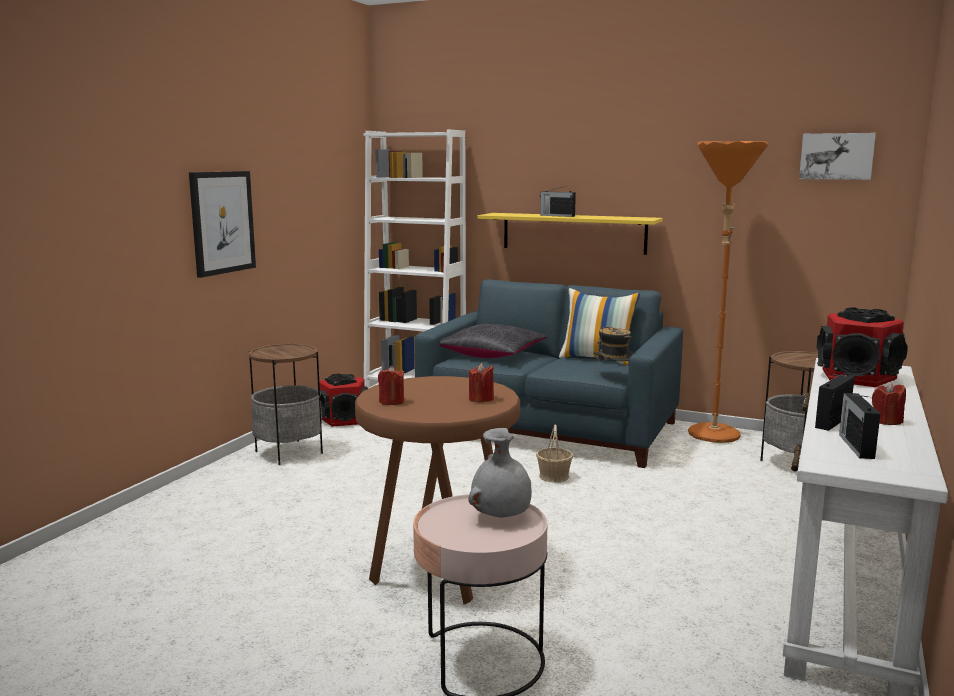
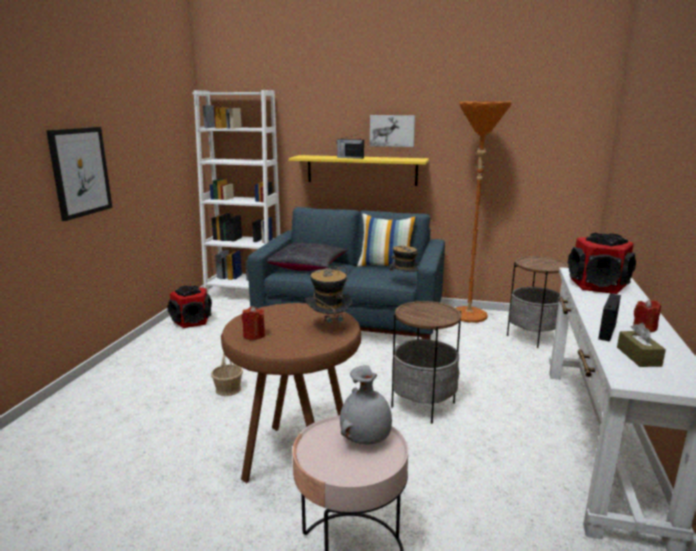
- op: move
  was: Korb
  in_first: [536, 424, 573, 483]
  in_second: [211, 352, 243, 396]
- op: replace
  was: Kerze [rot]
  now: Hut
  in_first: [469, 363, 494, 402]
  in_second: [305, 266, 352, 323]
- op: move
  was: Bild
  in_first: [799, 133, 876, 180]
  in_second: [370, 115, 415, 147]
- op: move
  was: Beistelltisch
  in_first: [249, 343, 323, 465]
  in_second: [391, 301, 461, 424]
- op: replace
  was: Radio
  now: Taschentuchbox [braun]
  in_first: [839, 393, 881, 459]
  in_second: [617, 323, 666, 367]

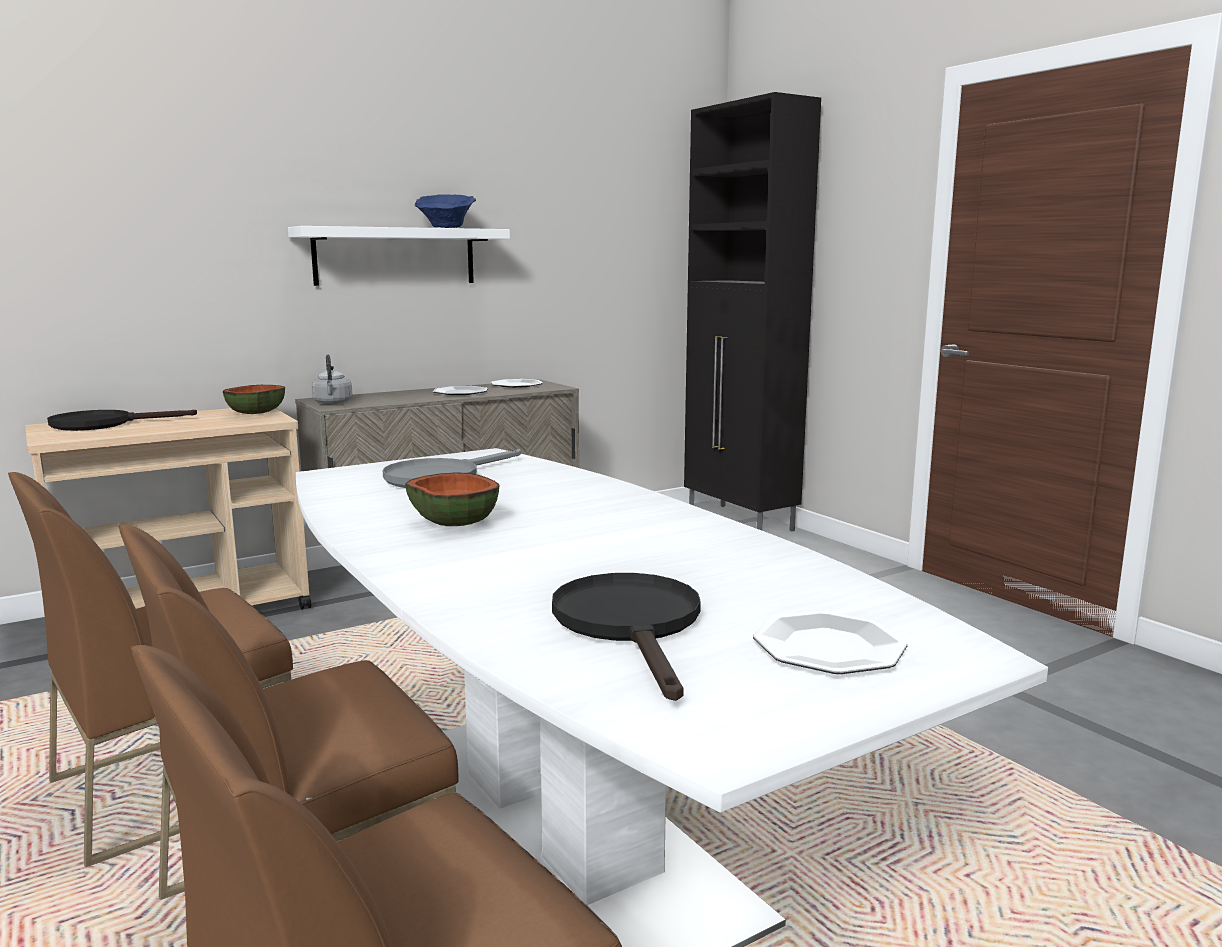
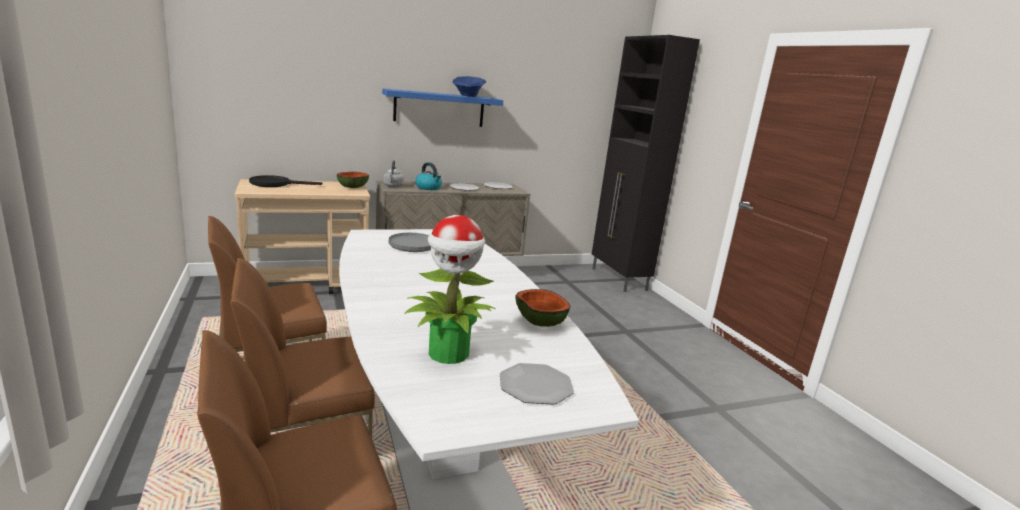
- op: recolor
  was: Wandregal [weiß]
  now: Wandregal [blau]
  in_first: [288, 226, 510, 286]
  in_second: [382, 89, 503, 127]
- op: replace
  was: Pfanne [schwarz]
  now: Topfpflanze
  in_first: [552, 573, 701, 701]
  in_second: [404, 215, 495, 364]
- op: insert
  now: Wasserkessel
  in_second: [415, 162, 442, 190]
- op: move
  was: Schüssel
  in_first: [405, 472, 500, 526]
  in_second: [516, 289, 571, 327]

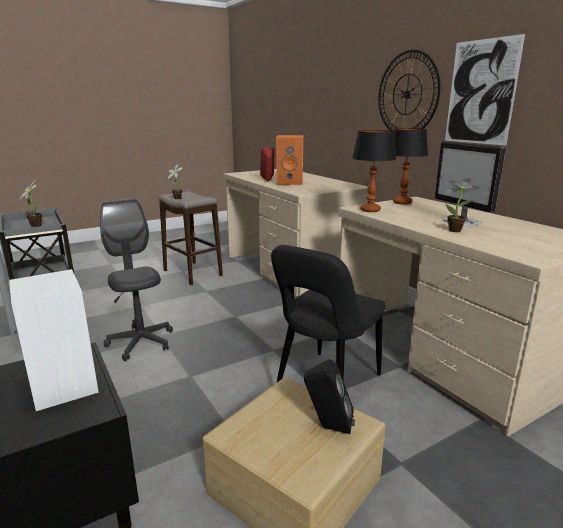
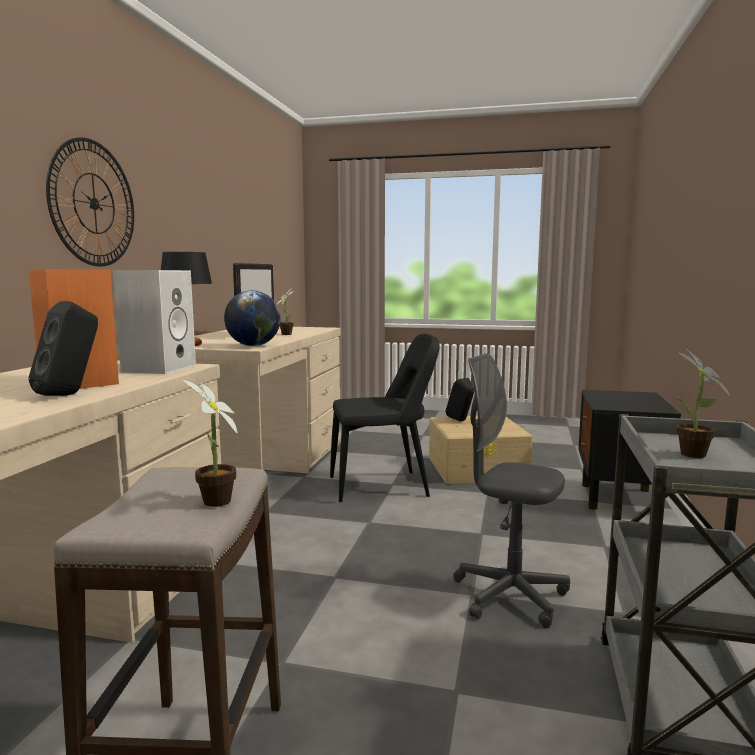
- op: recolor
  was: Lautsprecher [rot]
  now: Lautsprecher [schwarz]
  in_first: [260, 147, 274, 181]
  in_second: [29, 301, 98, 396]
- op: move
  was: Lautsprecher [weiß]
  in_first: [9, 269, 99, 411]
  in_second: [113, 270, 196, 374]
- op: replace
  was: Tischlampe
  now: Globus
  in_first: [352, 130, 396, 212]
  in_second: [224, 290, 281, 346]
- op: rotate
  was: Bürostuhl [grau]
  in_first: [100, 199, 173, 361]
  in_second: [454, 353, 570, 628]
  clockwise: 105
- op: delete
  was: Bild
  in_first: [445, 34, 525, 146]

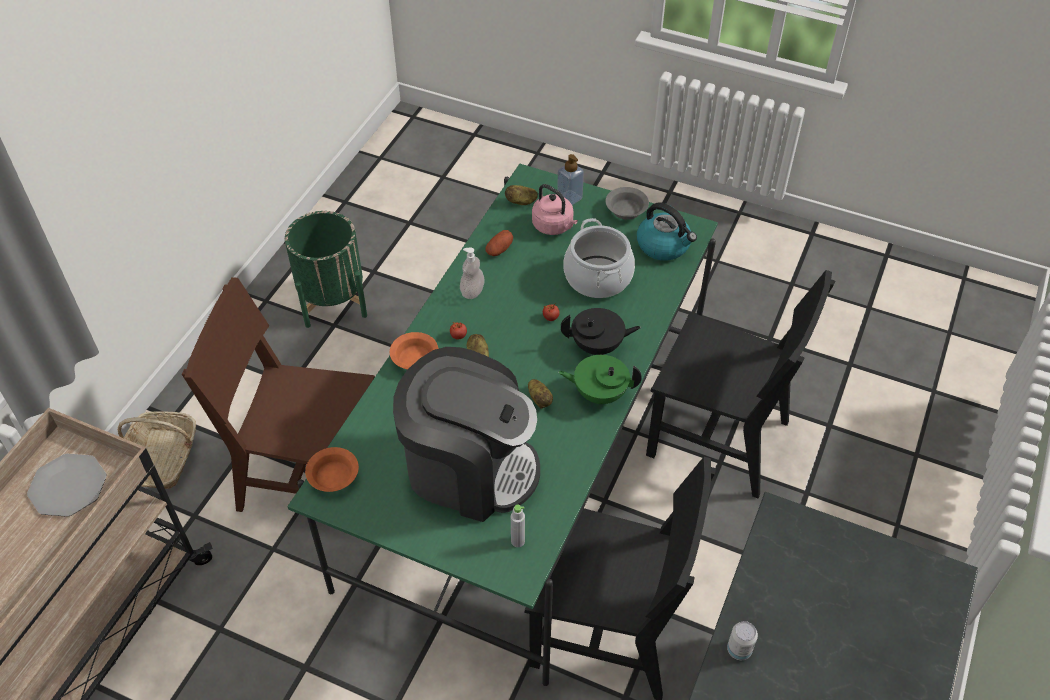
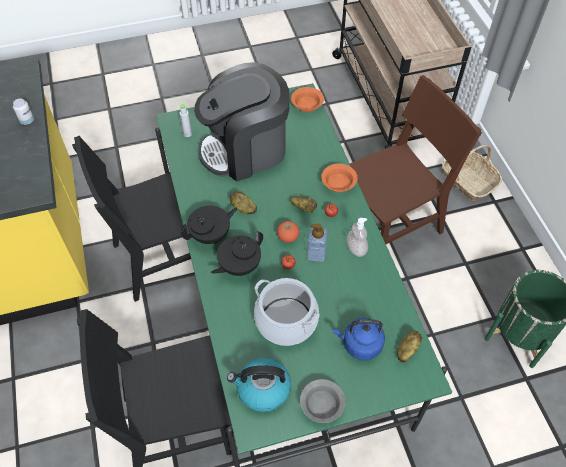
- op: recolor
  was: Teekanne [grün]
  now: Teekanne [schwarz]
  in_first: [558, 355, 642, 404]
  in_second: [181, 206, 238, 244]
- op: insert
  now: Tomate
  in_second: [277, 221, 299, 243]
- op: move
  was: Seifenspender
  in_first: [557, 154, 584, 205]
  in_second: [307, 224, 328, 262]
- op: recolor
  was: Wasserkessel [rosa]
  now: Wasserkessel [blau]
  in_first: [532, 184, 578, 235]
  in_second: [333, 318, 385, 360]
- op: delete
  was: Teller
  in_first: [27, 454, 107, 517]
- op: delete
  was: Kartoffel
  in_first: [486, 230, 513, 256]

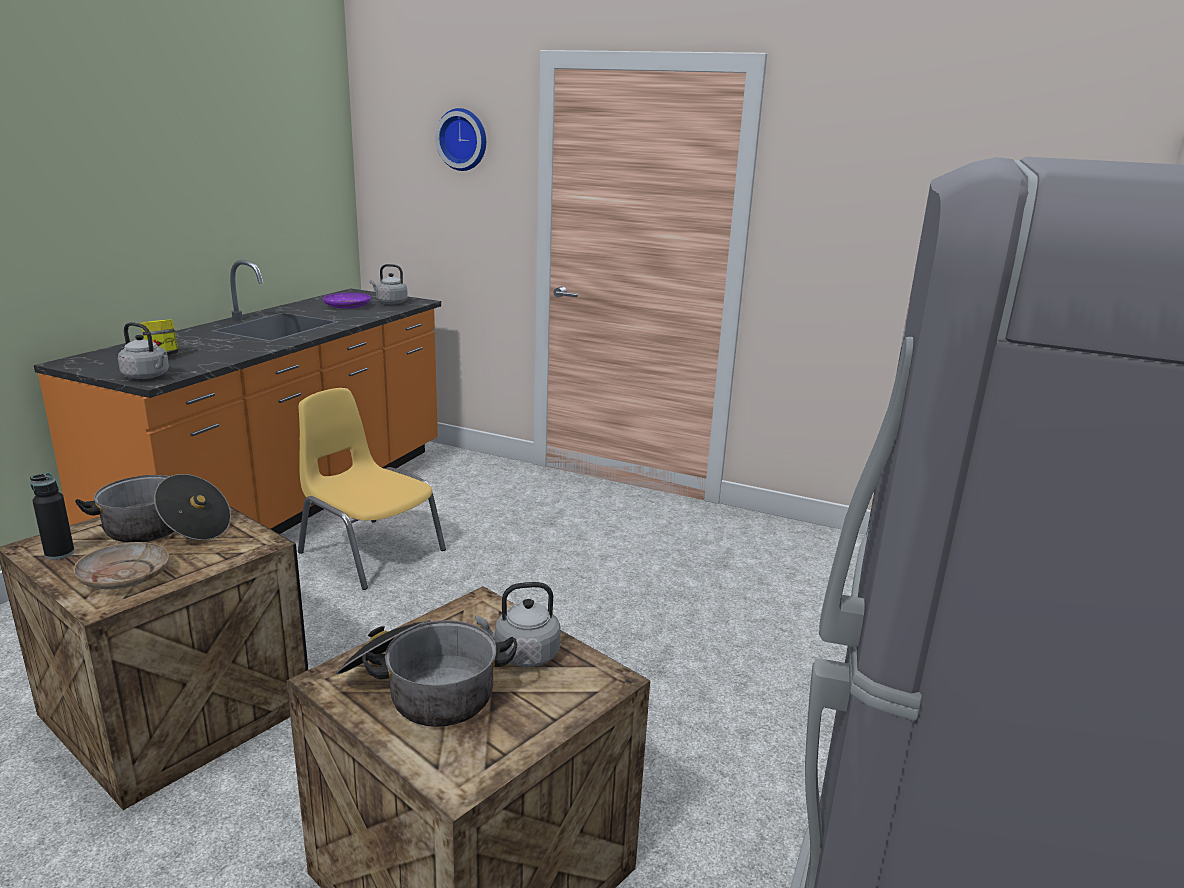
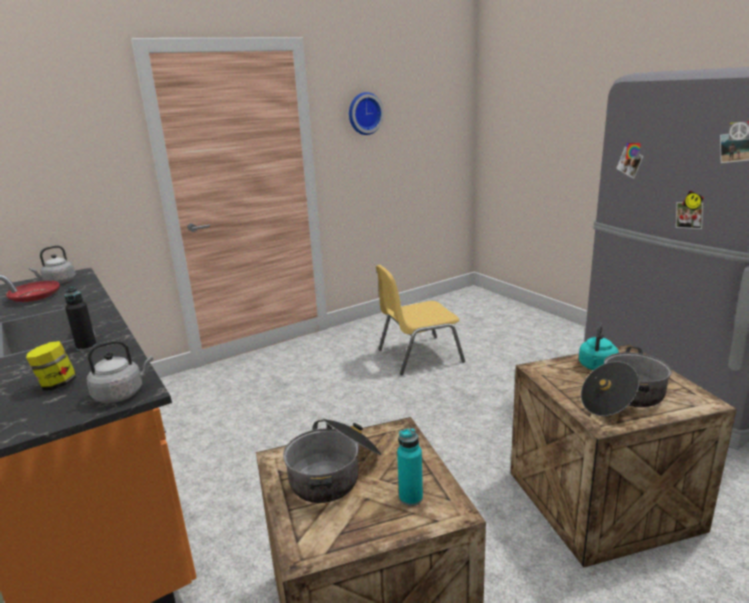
- op: recolor
  was: Teller [lila]
  now: Teller [rot]
  in_first: [323, 293, 371, 309]
  in_second: [6, 281, 60, 302]
- op: move
  was: Flasche [schwarz]
  in_first: [30, 473, 75, 560]
  in_second: [65, 287, 97, 351]
- op: move
  was: Wanduhr
  in_first: [435, 108, 486, 171]
  in_second: [349, 92, 384, 135]
- op: move
  was: Stuhl [gelb]
  in_first: [298, 388, 446, 590]
  in_second: [376, 265, 465, 375]
- op: replace
  was: Teller [beige]
  now: Flasche [türkis]
  in_first: [73, 542, 170, 589]
  in_second: [397, 428, 423, 506]
- op: recolor
  was: Wasserkessel [grau]
  now: Wasserkessel [türkis]
  in_first: [475, 582, 561, 667]
  in_second: [579, 323, 619, 370]

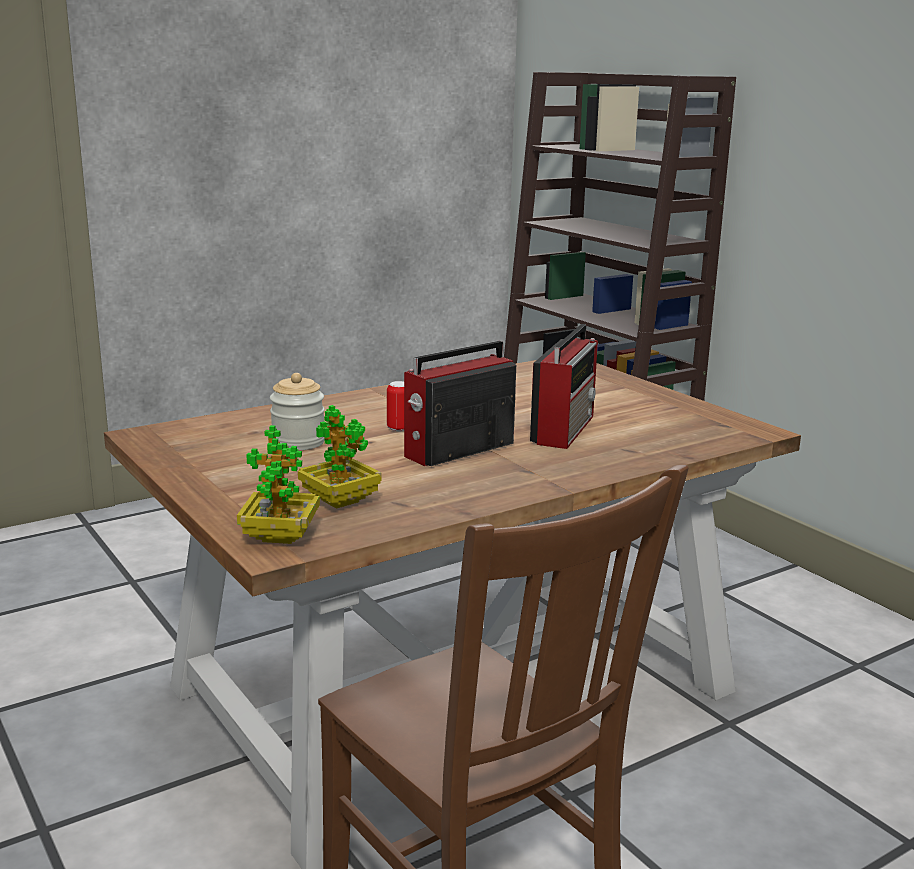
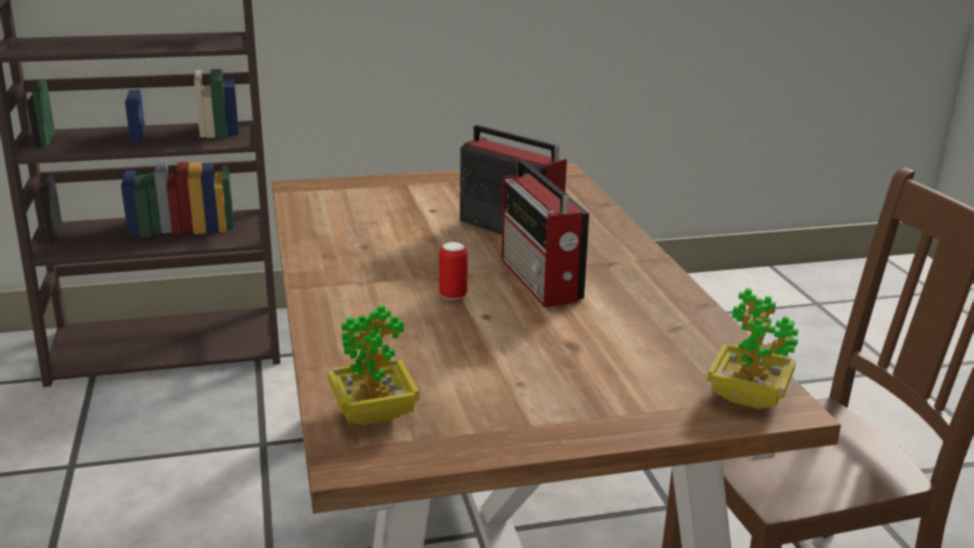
- op: move
  was: Topfpflanze
  in_first: [298, 405, 382, 509]
  in_second: [328, 305, 419, 425]
- op: delete
  was: Vorratsglas
  in_first: [270, 373, 325, 450]

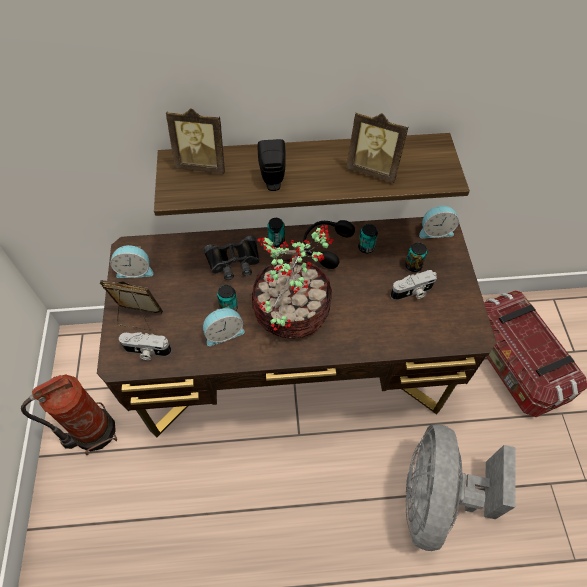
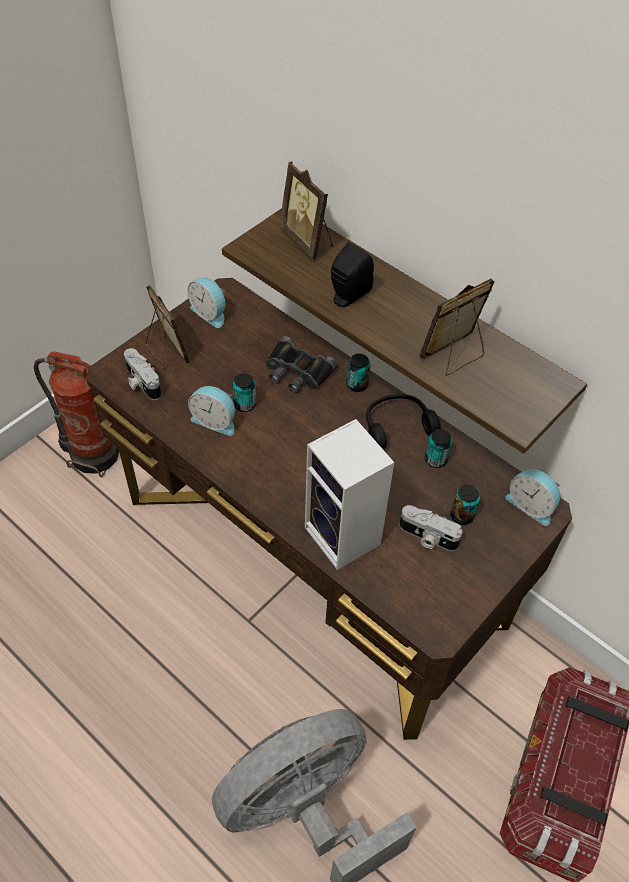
- op: insert
  now: Lautsprecher
  in_second: [305, 419, 394, 570]
- op: rotate
  was: Bilderrahmen
  in_first: [346, 111, 409, 183]
  in_second: [419, 278, 495, 376]
  clockwise: 75
- op: delete
  was: Topfpflanze
  in_first: [252, 225, 333, 339]

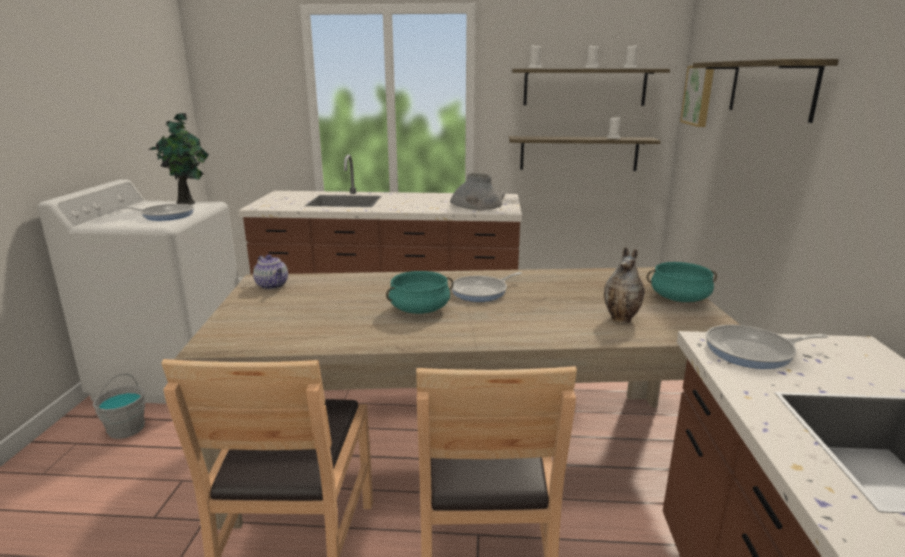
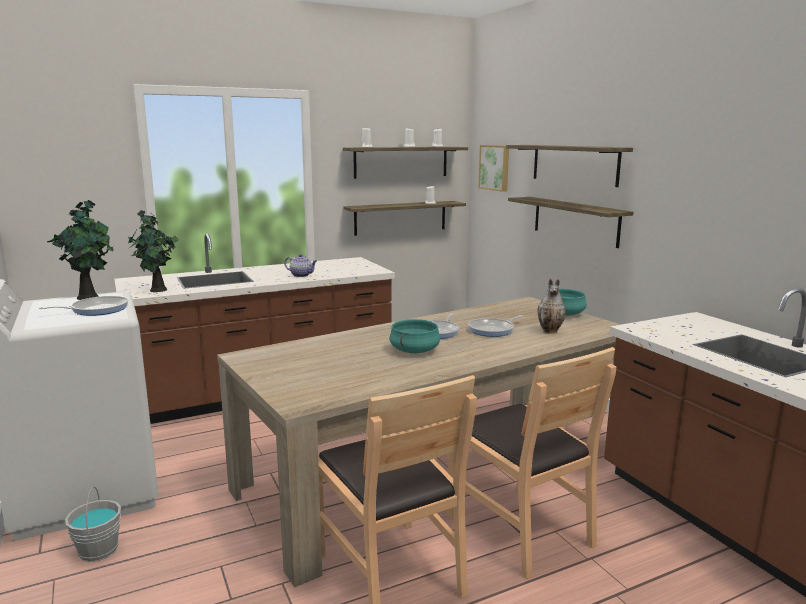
- op: insert
  now: Topfpflanze
  in_second: [128, 210, 179, 292]
- op: move
  was: Teekanne
  in_first: [253, 255, 288, 289]
  in_second: [284, 254, 317, 277]
- op: move
  was: Pfanne
  in_first: [706, 325, 828, 369]
  in_second: [468, 315, 524, 337]
- op: insert
  now: Wandregal
  in_second: [508, 197, 634, 248]
- op: delete
  was: Vase [grau]
  in_first: [450, 173, 505, 211]

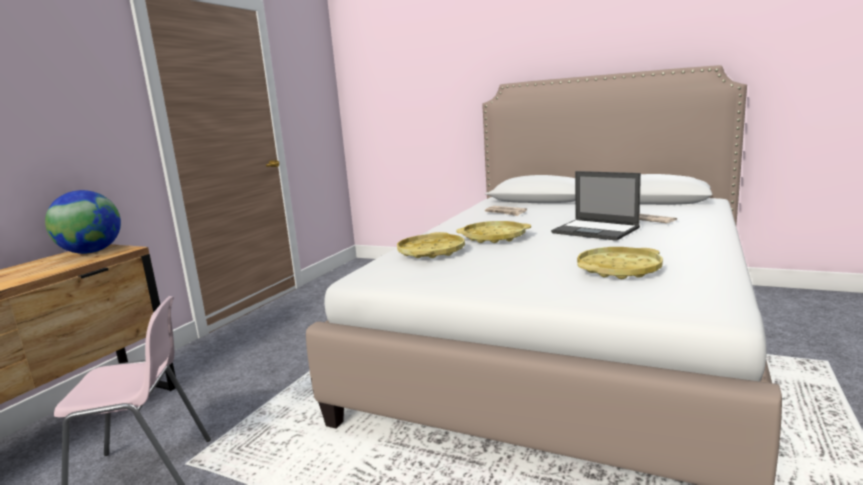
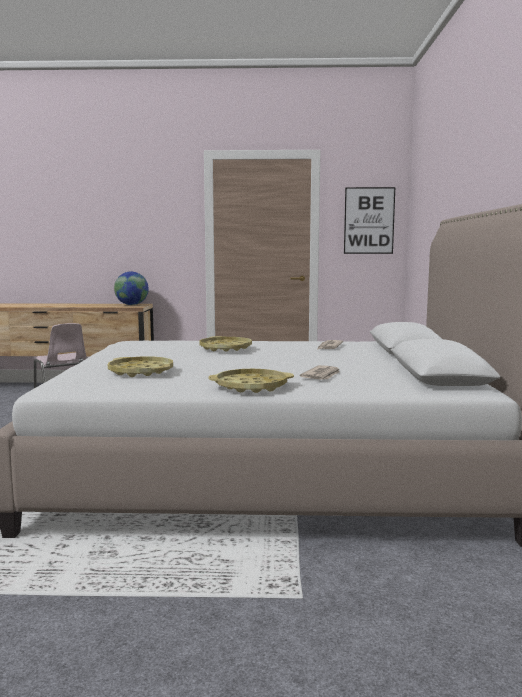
- op: move
  was: Tablett [gelb]
  in_first: [397, 232, 465, 258]
  in_second: [209, 369, 294, 393]
- op: insert
  now: Bild
  in_second: [344, 187, 395, 254]
- op: delete
  was: Laptop
  in_first: [551, 171, 641, 241]

